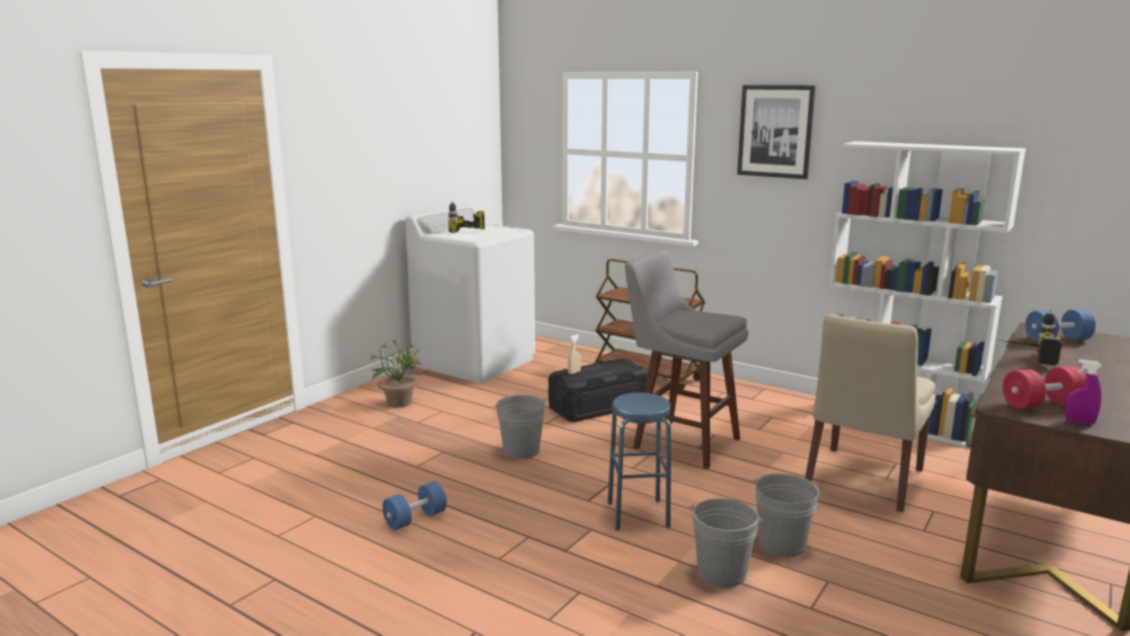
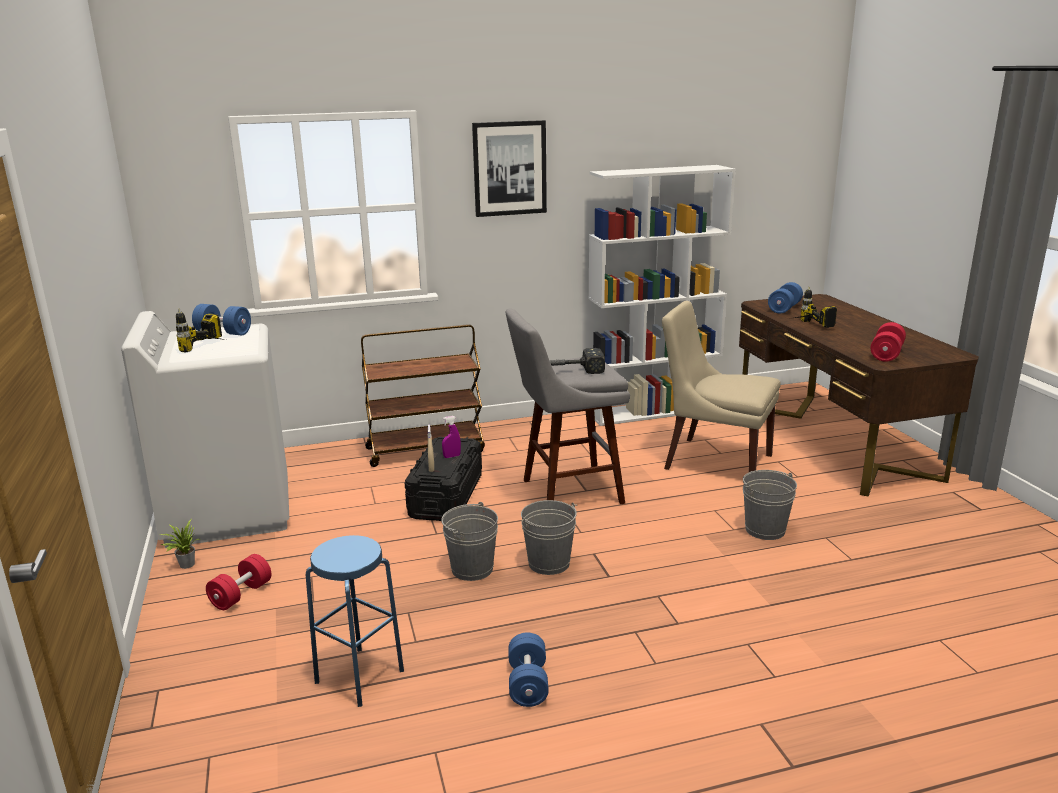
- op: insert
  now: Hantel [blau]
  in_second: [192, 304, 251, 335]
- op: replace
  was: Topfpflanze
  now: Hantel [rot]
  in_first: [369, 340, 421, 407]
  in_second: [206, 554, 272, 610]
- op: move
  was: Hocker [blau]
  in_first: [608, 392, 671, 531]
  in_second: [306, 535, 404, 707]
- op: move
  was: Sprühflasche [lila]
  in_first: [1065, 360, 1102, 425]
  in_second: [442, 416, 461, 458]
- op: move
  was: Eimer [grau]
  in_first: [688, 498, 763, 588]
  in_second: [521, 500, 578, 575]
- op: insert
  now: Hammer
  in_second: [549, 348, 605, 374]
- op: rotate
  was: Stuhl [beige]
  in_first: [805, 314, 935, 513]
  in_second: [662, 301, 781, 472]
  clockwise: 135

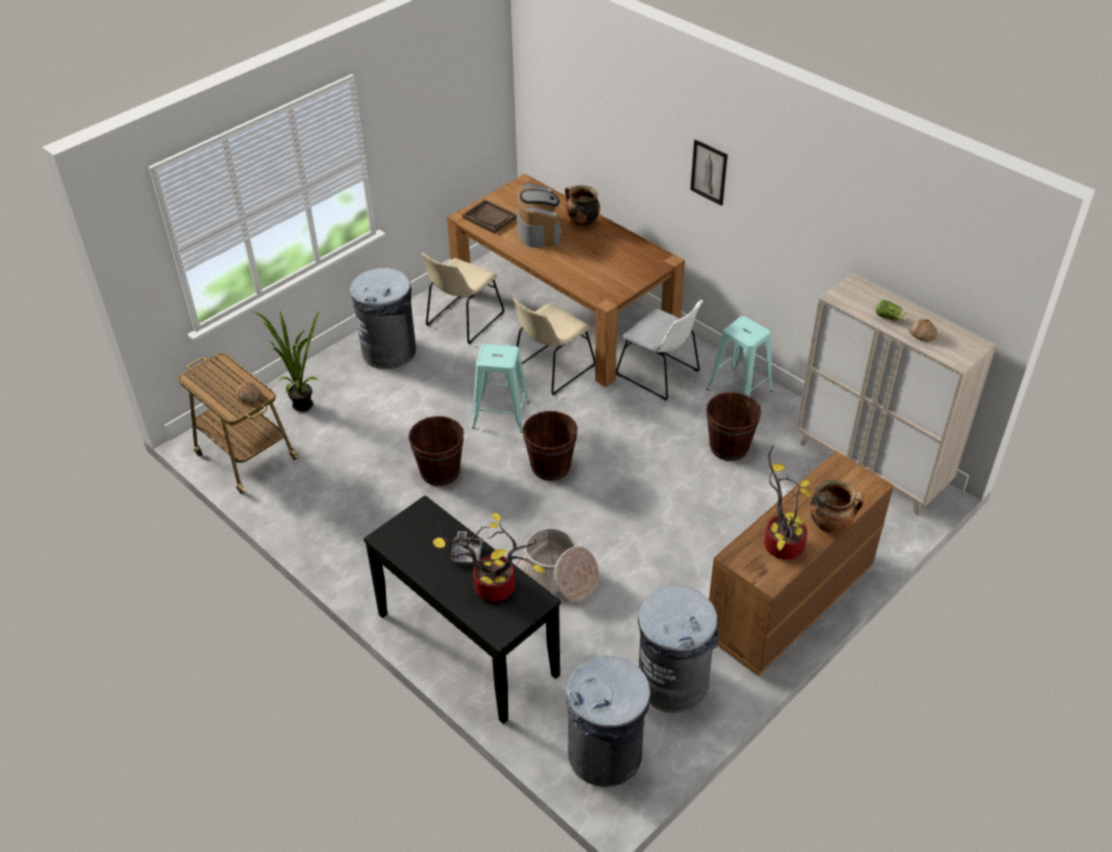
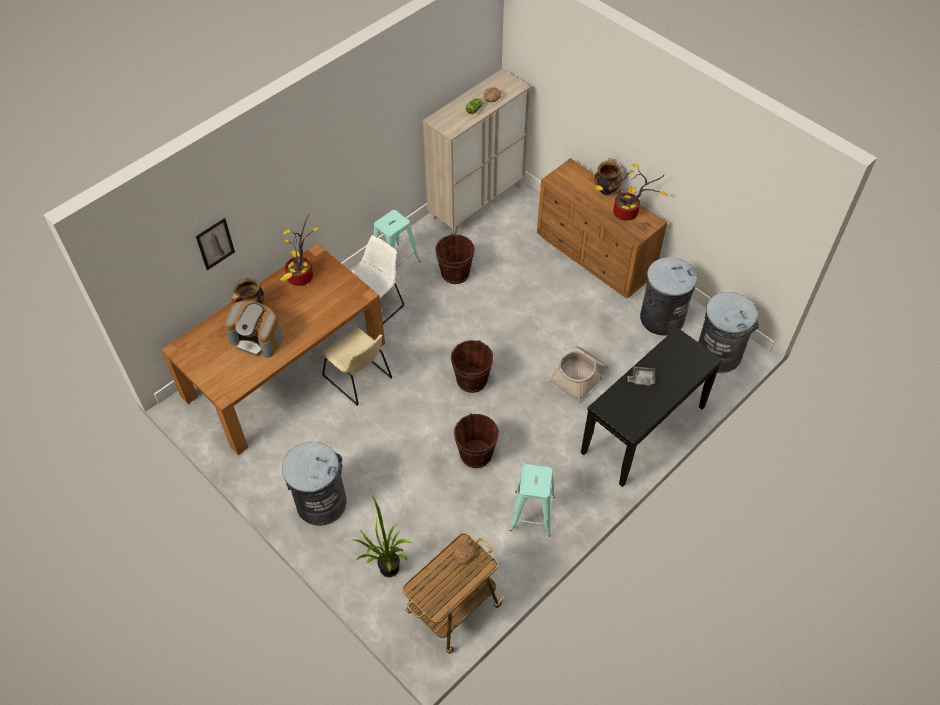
- op: move
  was: Bild
  in_first: [690, 139, 728, 206]
  in_second: [196, 218, 235, 270]
- op: rotate
  was: Kaffeemaschine
  in_first: [516, 183, 562, 248]
  in_second: [224, 301, 283, 358]
  clockwise: -150
- op: move
  was: Topfpflanze
  in_first: [433, 513, 545, 602]
  in_second: [280, 213, 319, 286]
- op: move
  was: Hocker [türkis]
  in_first: [472, 344, 530, 433]
  in_second: [510, 464, 555, 537]
- op: delete
  was: Stuhl [beige]
  in_first: [422, 253, 505, 345]
- op: delete
  was: Tablett [braun]
  in_first: [462, 199, 517, 234]

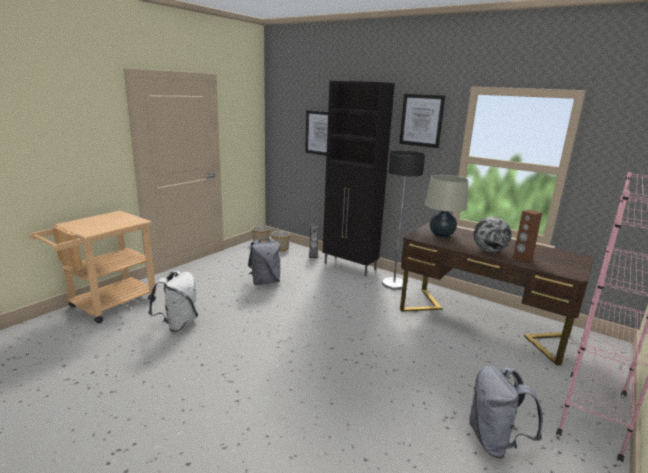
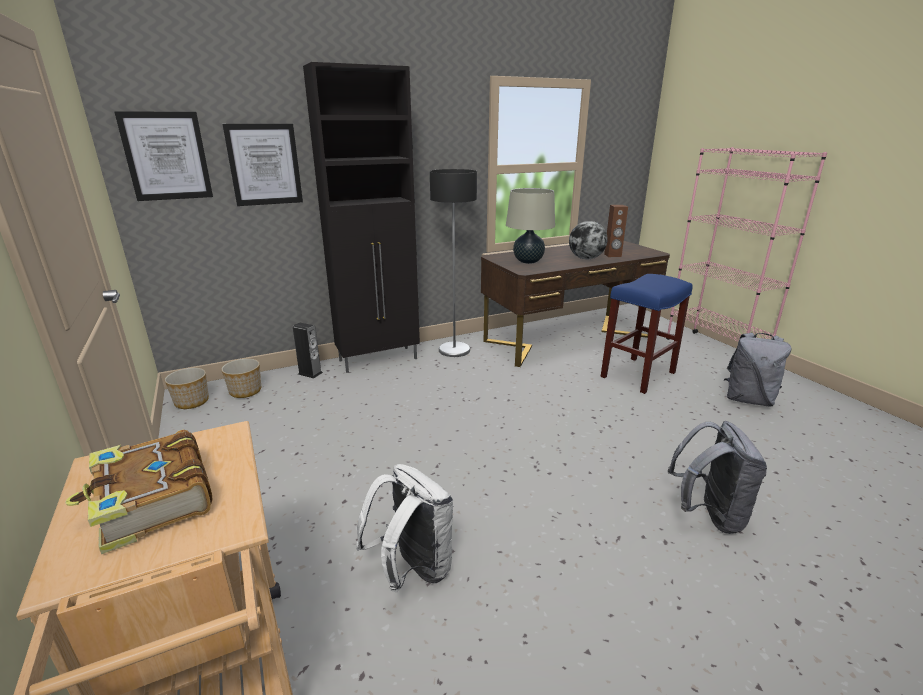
- op: insert
  now: Buch
  in_second: [65, 430, 212, 554]
- op: move
  was: Bild
  in_first: [399, 94, 445, 148]
  in_second: [114, 111, 213, 201]
- op: insert
  now: Hocker [blau]
  in_second: [600, 274, 693, 394]
- op: move
  was: Rucksack [grau]
  in_first: [248, 239, 281, 285]
  in_second: [668, 421, 767, 534]

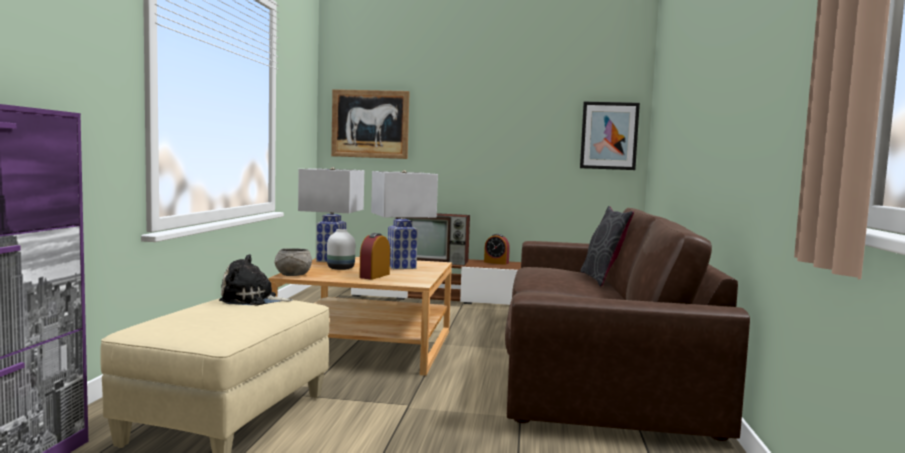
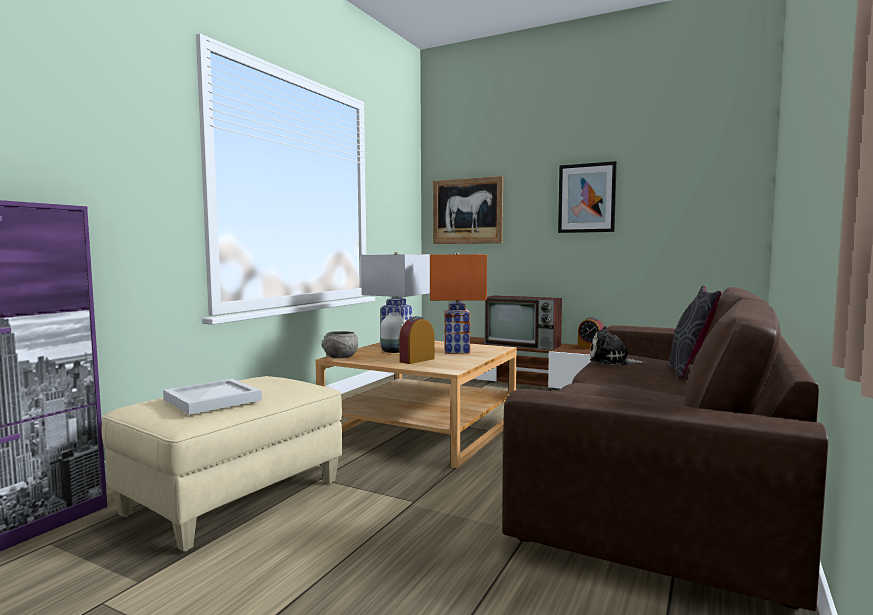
- op: insert
  now: Tablett [weiß]
  in_second: [163, 379, 262, 415]
- op: recolor
  was: Tischlampe [weiß]
  now: Tischlampe [orange]
  in_first: [371, 170, 438, 269]
  in_second: [430, 252, 487, 354]
- op: move
  was: Bild
  in_first: [580, 102, 640, 170]
  in_second: [558, 161, 617, 233]
- op: move
  was: Plüschtier
  in_first: [219, 254, 293, 305]
  in_second: [590, 326, 645, 365]

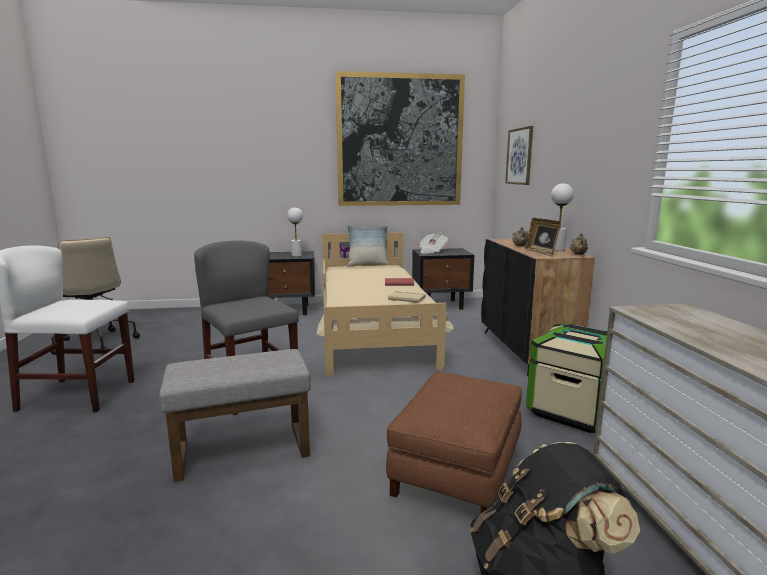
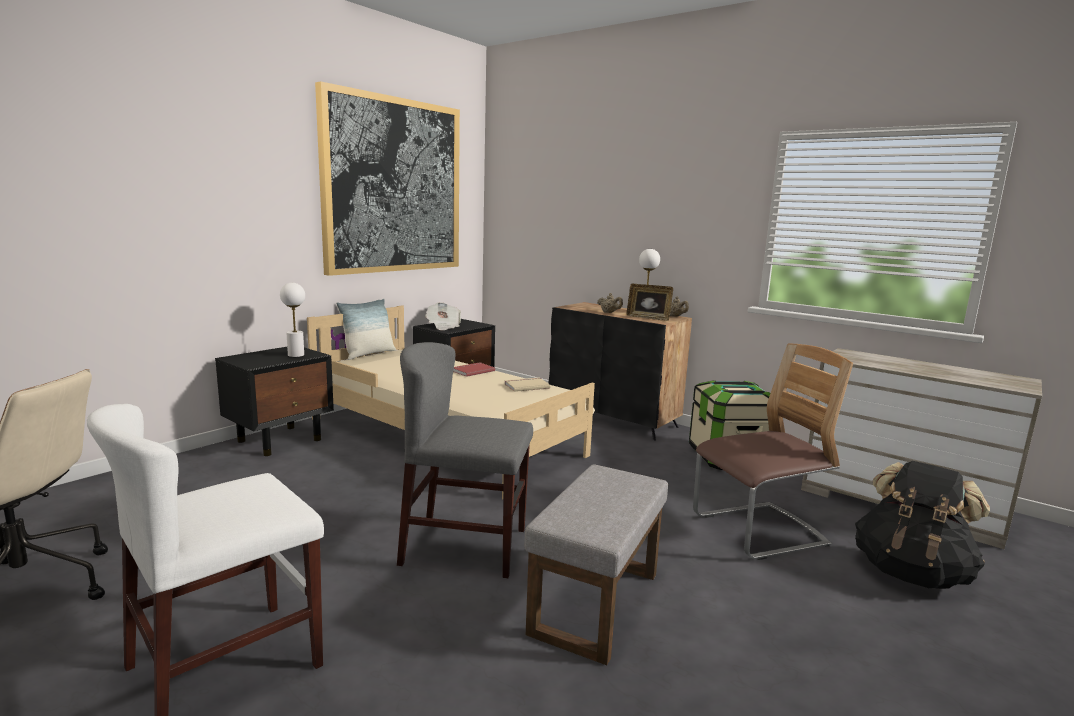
- op: replace
  was: Polsterhocker [braun]
  now: Stuhl
  in_first: [386, 372, 522, 513]
  in_second: [693, 343, 853, 560]
- op: delete
  was: Bild
  in_first: [505, 126, 533, 185]

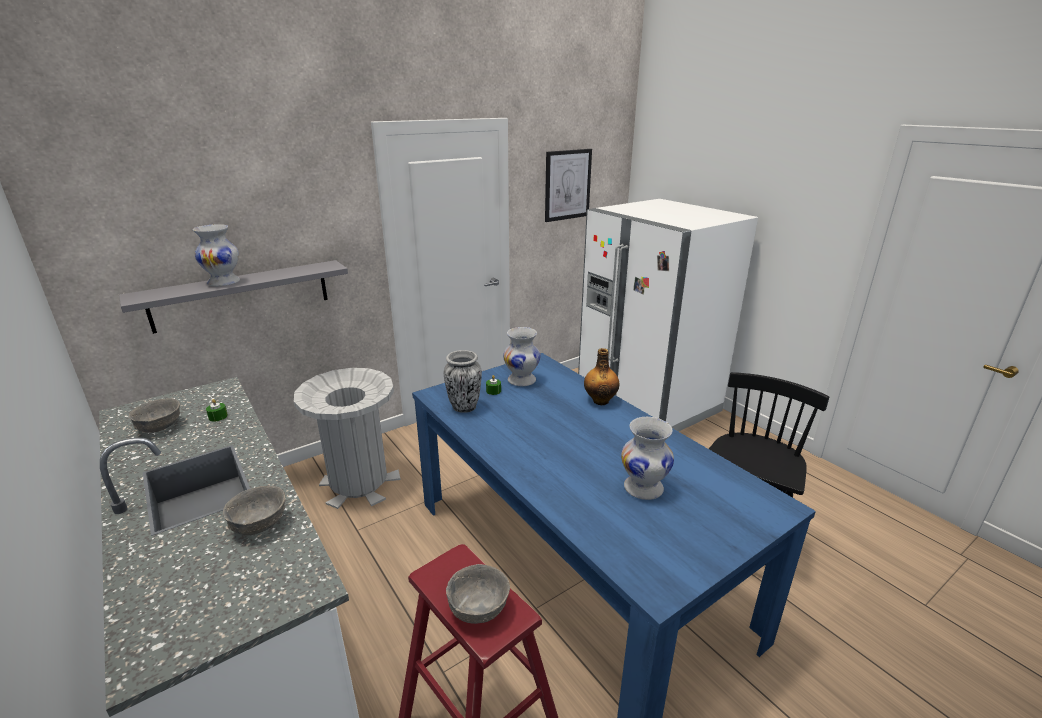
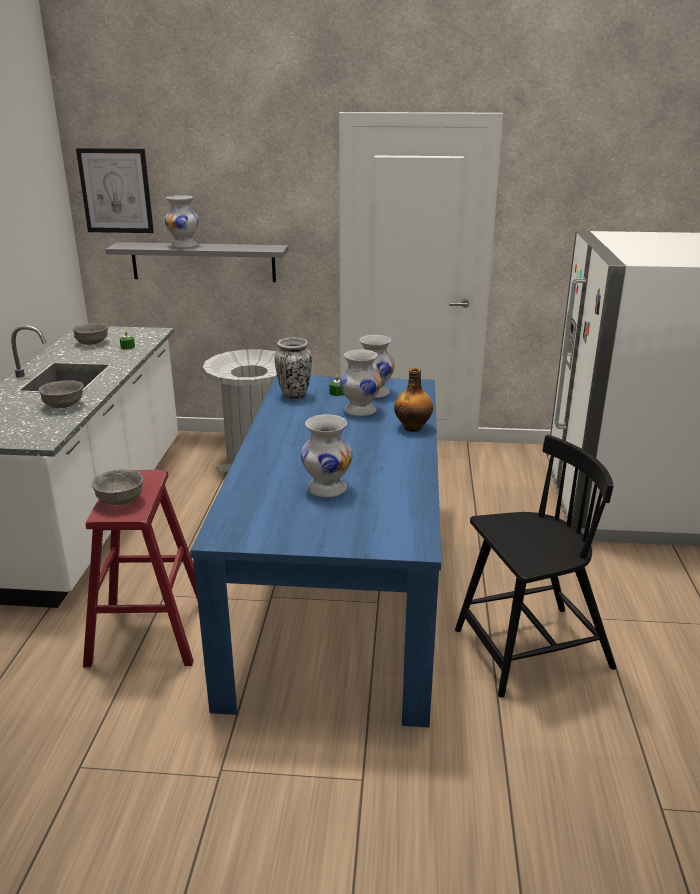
- op: move
  was: Bild
  in_first: [545, 149, 592, 222]
  in_second: [76, 148, 154, 233]
- op: insert
  now: Vase [weiß]
  in_second: [340, 349, 382, 416]

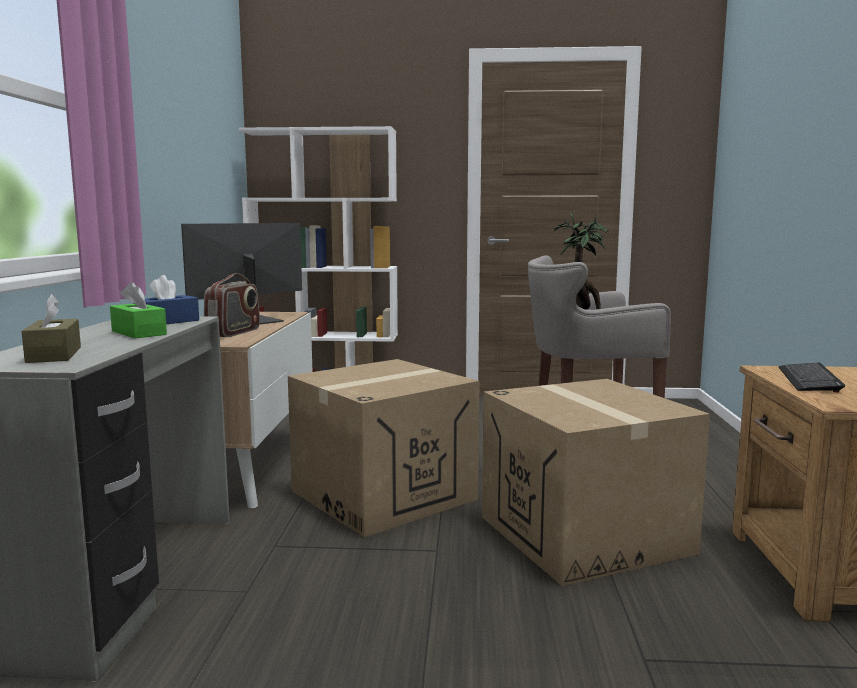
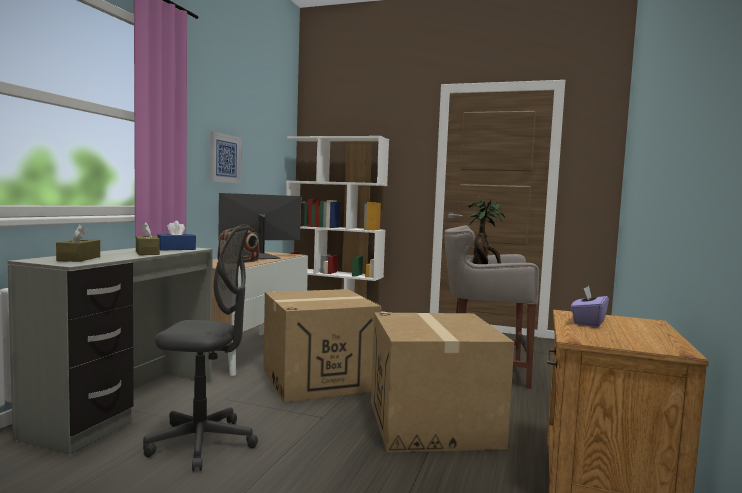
- op: recolor
  was: Taschentuchbox [grün]
  now: Taschentuchbox [braun]
  in_first: [110, 282, 167, 339]
  in_second: [136, 222, 160, 255]
- op: insert
  now: Bürostuhl [grau]
  in_second: [143, 226, 258, 471]
- op: insert
  now: Bild
  in_second: [209, 131, 241, 184]
- op: replace
  was: Tastatur
  now: Taschentuchbox [lila]
  in_first: [778, 363, 845, 393]
  in_second: [571, 286, 609, 327]

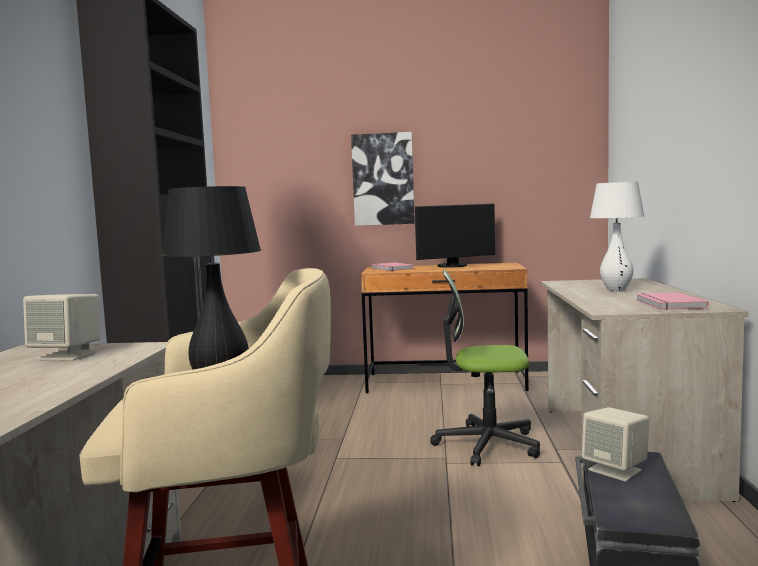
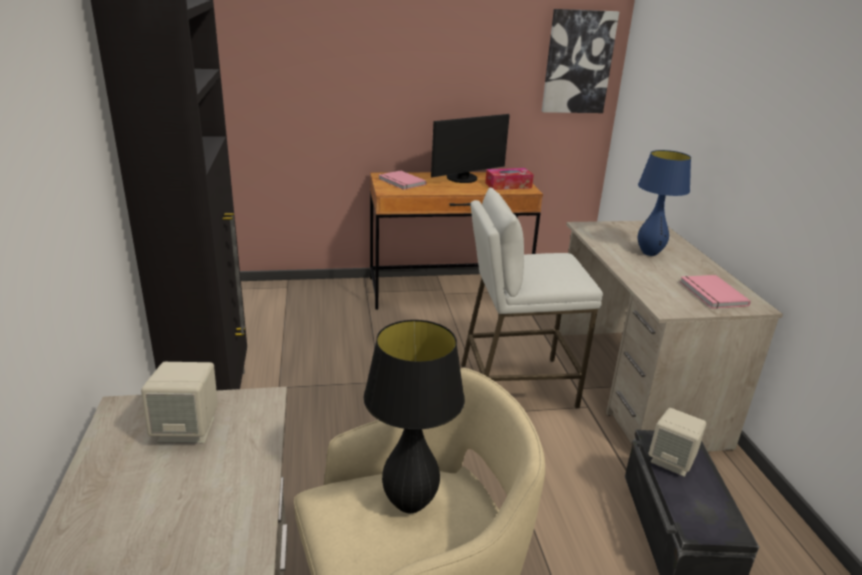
- op: replace
  was: Bürostuhl
  now: Hocker [weiß]
  in_first: [430, 270, 540, 466]
  in_second: [461, 188, 603, 408]
- op: insert
  now: Taschentuchbox
  in_second: [485, 168, 534, 190]
- op: move
  was: Bild
  in_first: [351, 132, 415, 226]
  in_second: [542, 9, 619, 113]
- op: recolor
  was: Tischlampe [weiß]
  now: Tischlampe [blau]
  in_first: [590, 182, 645, 291]
  in_second: [638, 150, 691, 256]

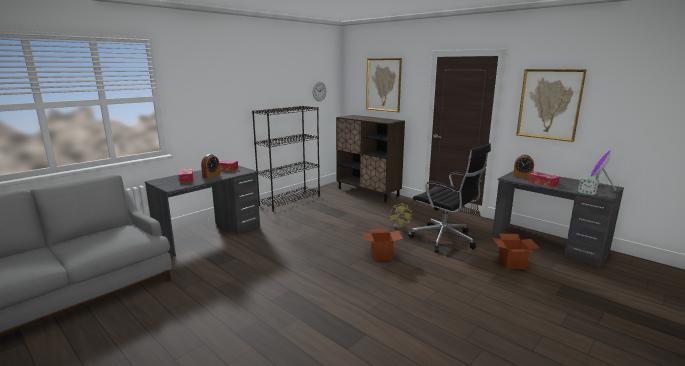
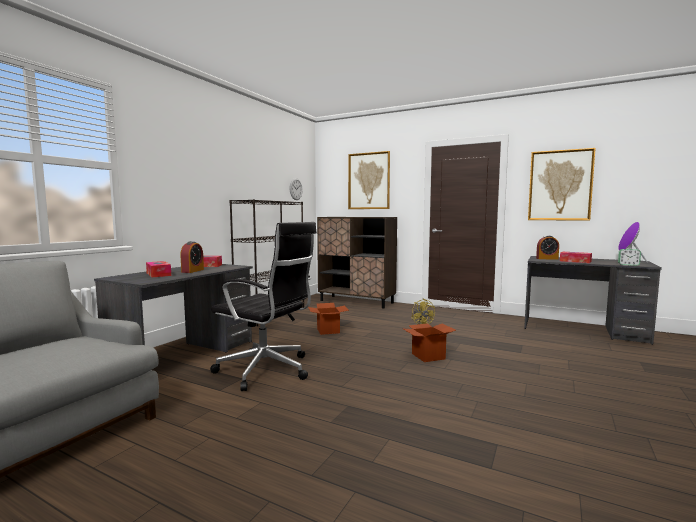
- op: move
  was: Bürostuhl [schwarz]
  in_first: [408, 143, 491, 252]
  in_second: [210, 222, 317, 391]
- op: move
  was: Karton
  in_first: [493, 234, 539, 269]
  in_second: [308, 303, 349, 335]

